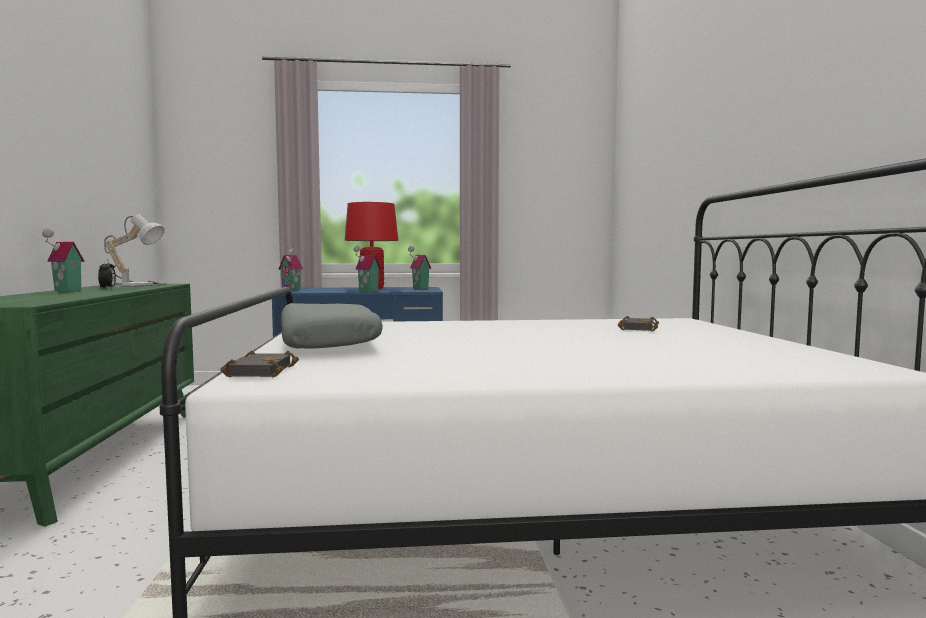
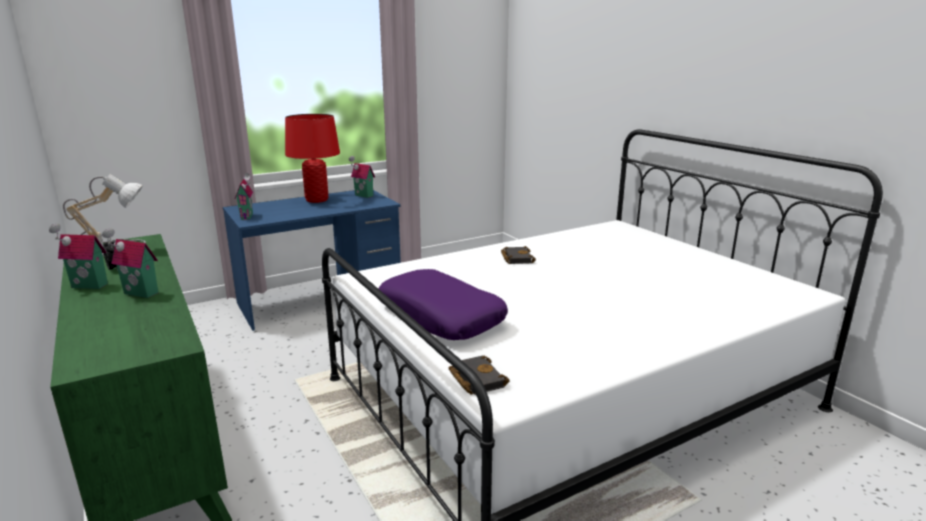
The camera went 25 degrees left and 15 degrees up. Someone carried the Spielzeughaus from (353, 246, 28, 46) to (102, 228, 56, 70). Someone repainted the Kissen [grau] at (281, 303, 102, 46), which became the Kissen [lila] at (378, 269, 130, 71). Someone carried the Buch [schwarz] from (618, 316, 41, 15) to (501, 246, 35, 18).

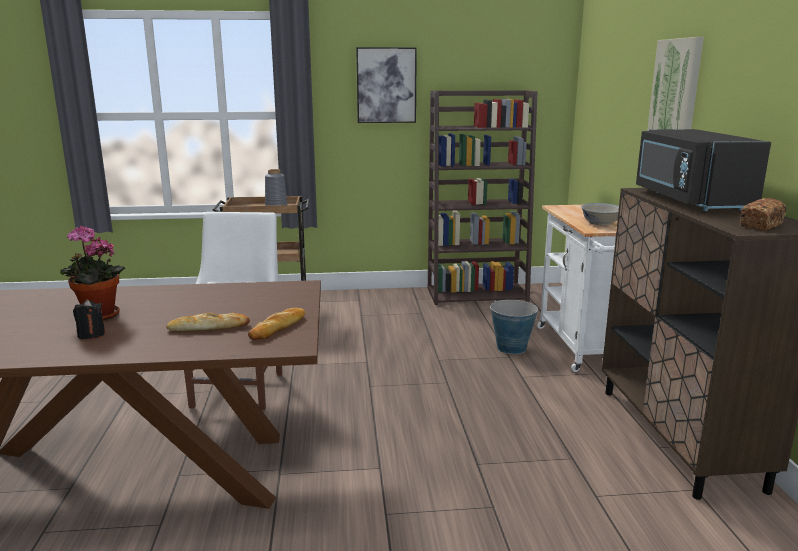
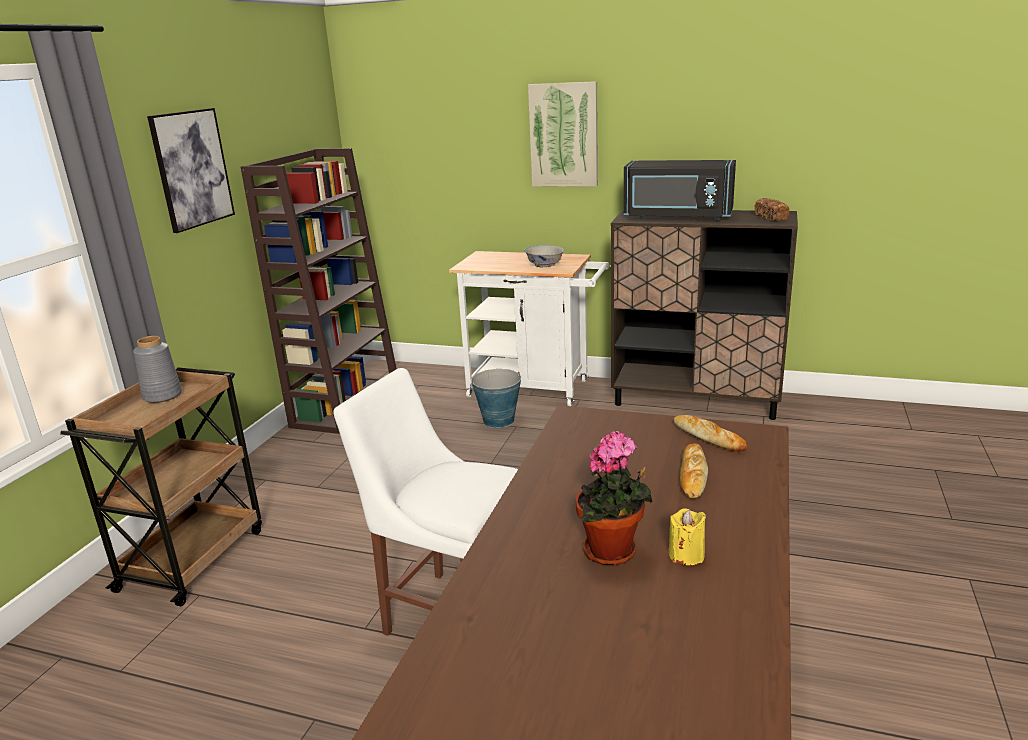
The camera went 65 degrees left and 5 degrees up. Someone repainted the Kerze [schwarz] at (73, 299, 32, 40), which became the Kerze [gelb] at (669, 508, 37, 57).

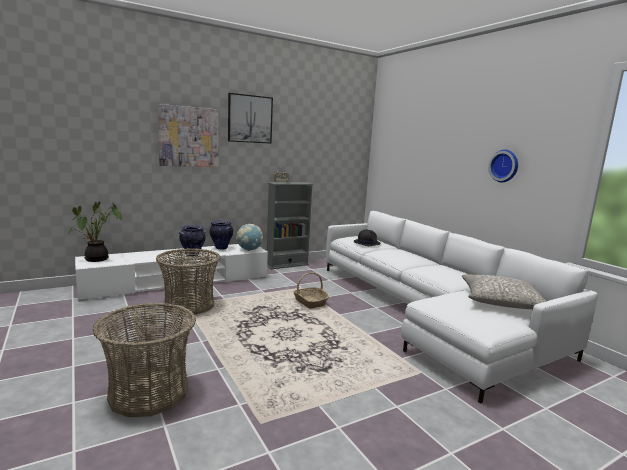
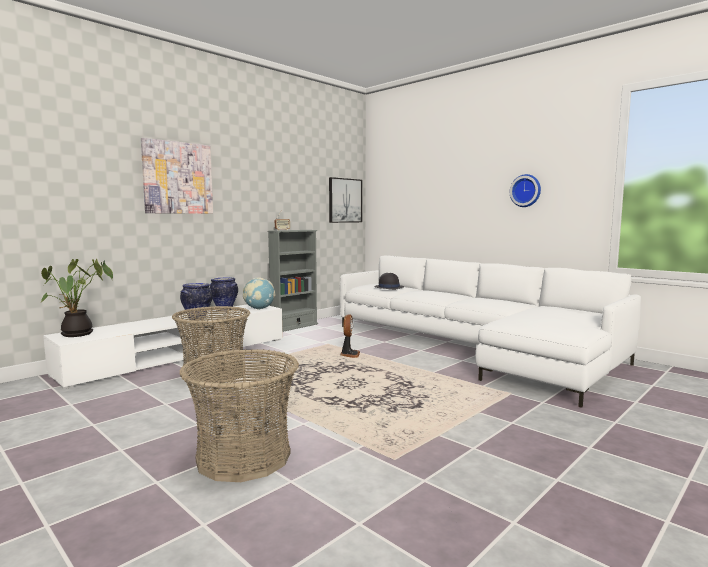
The camera went 15 degrees left and 5 degrees down. Someone carried the Bild from (228, 93, 45, 51) to (329, 177, 33, 46). Someone swapped the Korb at (293, 273, 36, 35) for the Ventilator at (340, 314, 20, 44). Someone took away the Kissen [grau] at (462, 275, 86, 34).

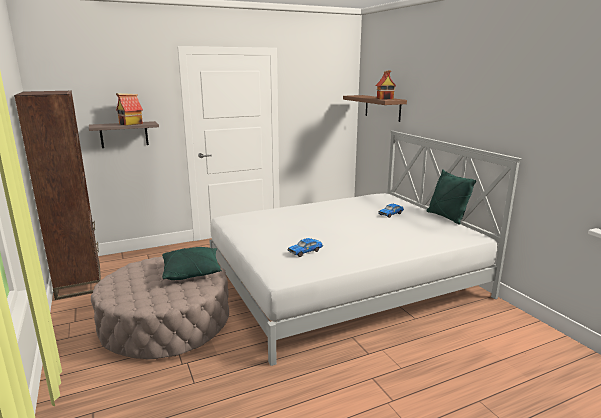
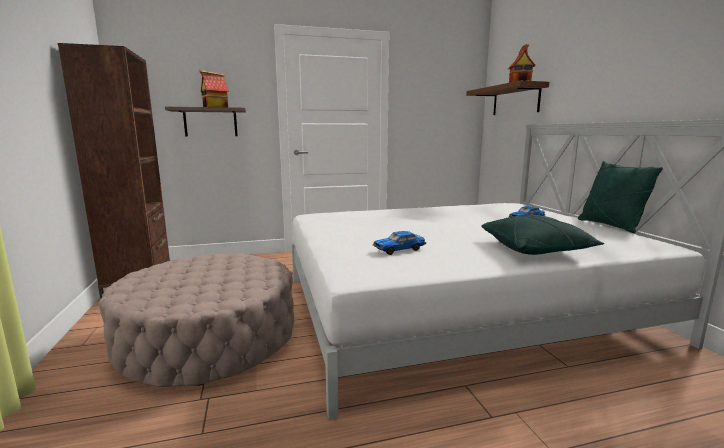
The camera went 10 degrees right and 5 degrees down. Someone carried the Kissen [grün] from (162, 247, 60, 33) to (481, 215, 123, 40).

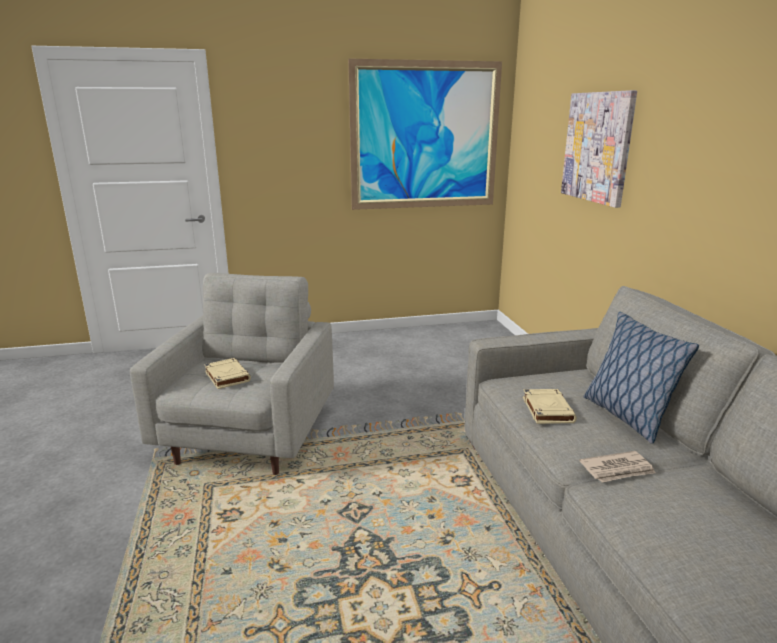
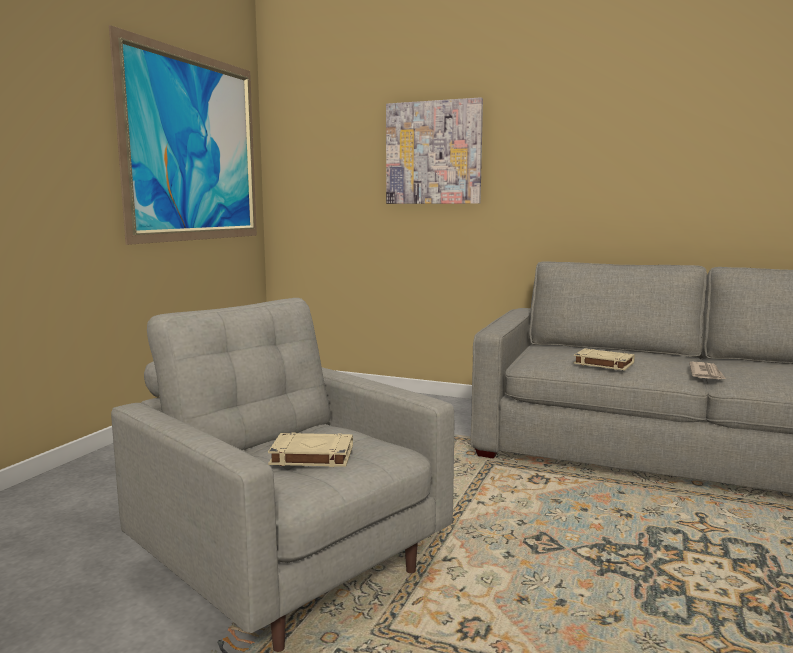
The camera went 55 degrees left and 10 degrees down. Someone took away the Kissen at (584, 312, 115, 132).

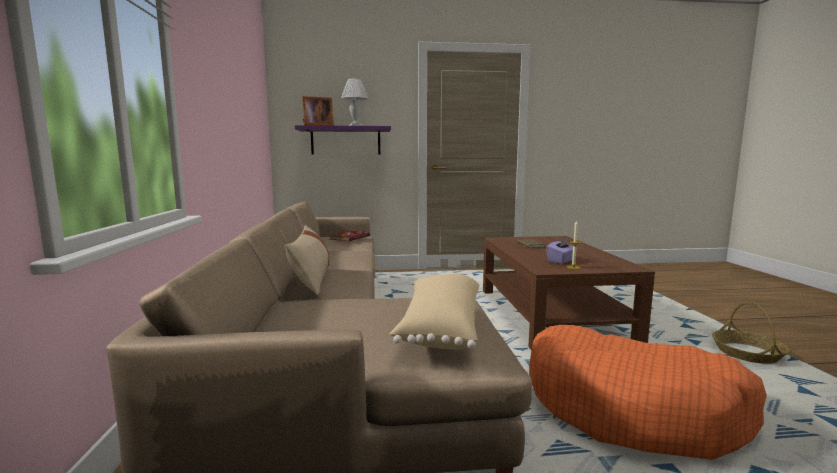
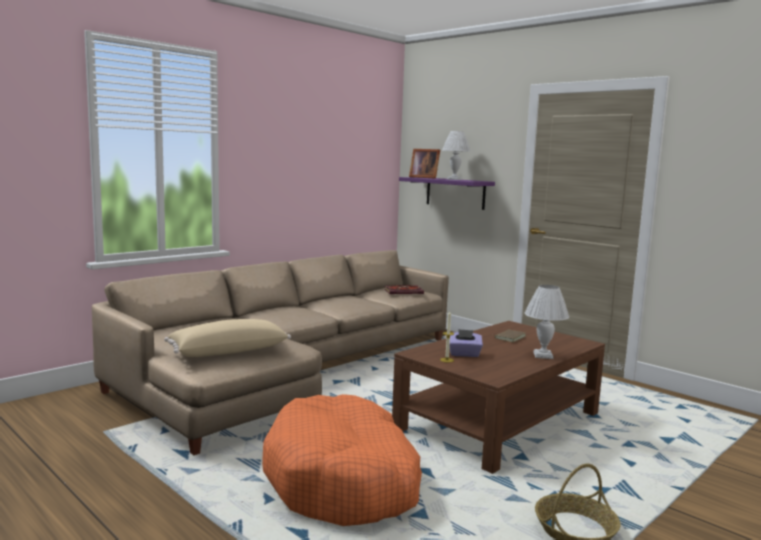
The camera went 50 degrees right and 0 degrees up. Someone took away the Kissen [beige] at (285, 225, 46, 70). Someone put down the Tischlampe [weiß] at (525, 285, 44, 74).

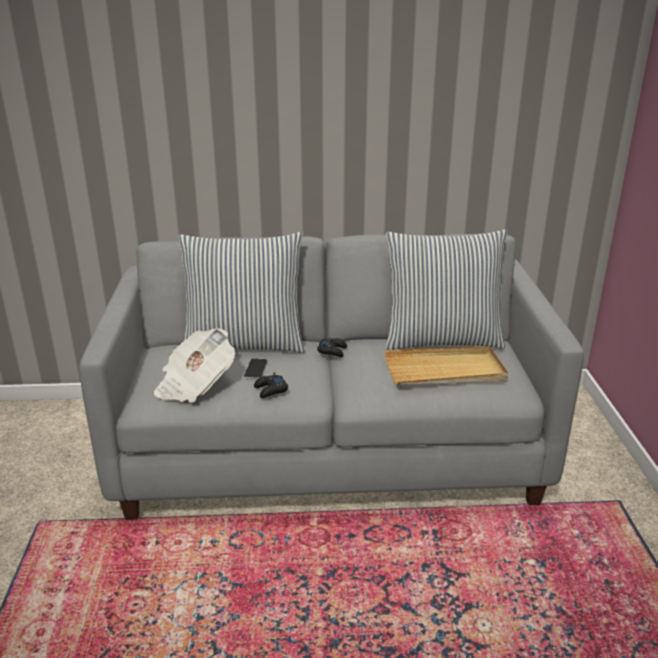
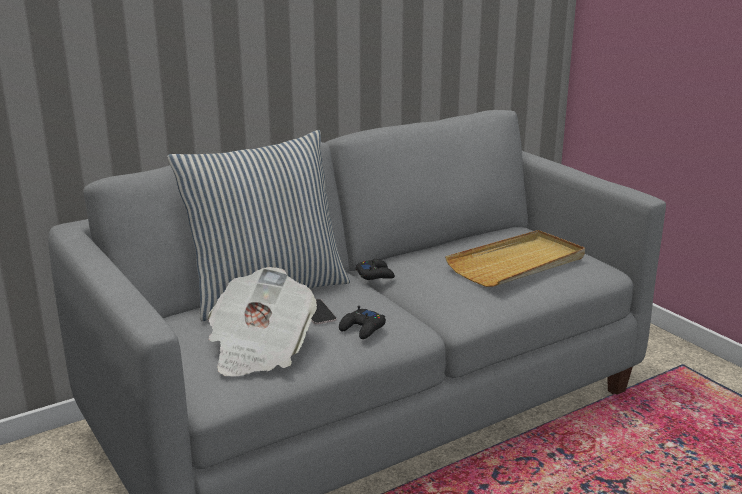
The camera went 30 degrees left and 5 degrees down. Someone took away the Kissen at (385, 229, 122, 121).

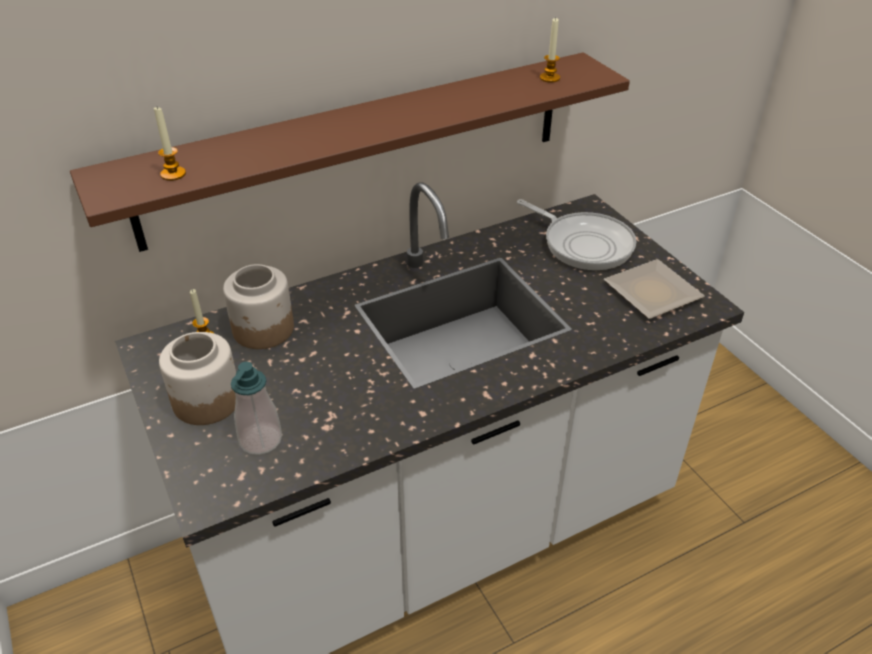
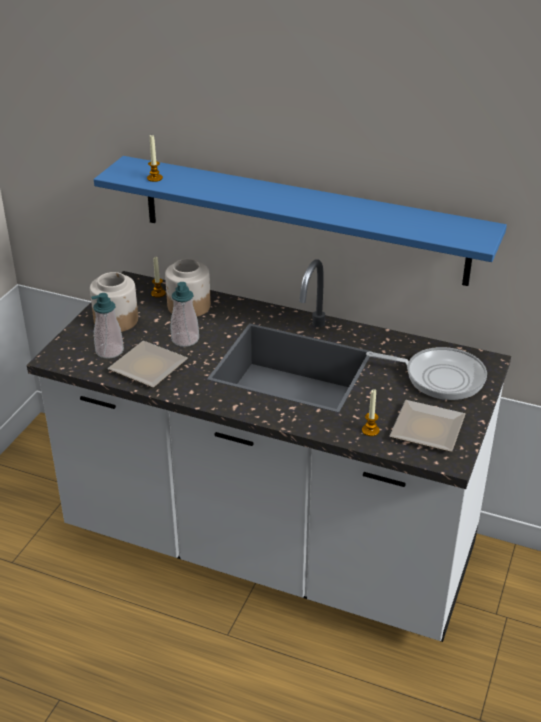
The camera went 50 degrees right and 5 degrees down. Someone carried the Kerze from (540, 18, 20, 65) to (362, 389, 18, 47). Someone repainted the Wandregal [braun] at (70, 52, 560, 200), which became the Wandregal [blau] at (94, 156, 413, 130). Someone rotated the Pfanne at (517, 199, 119, 71) by 75 degrees counterclockwise. Someone put down the Seifenspender at (171, 282, 28, 65). Someone put down the Teller at (108, 341, 80, 47).

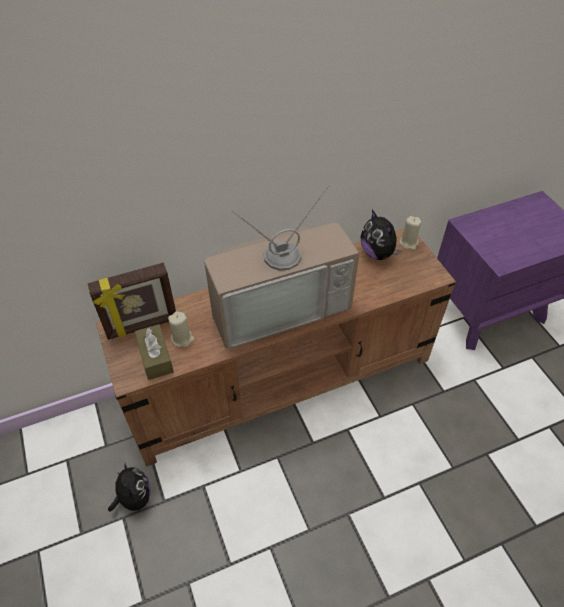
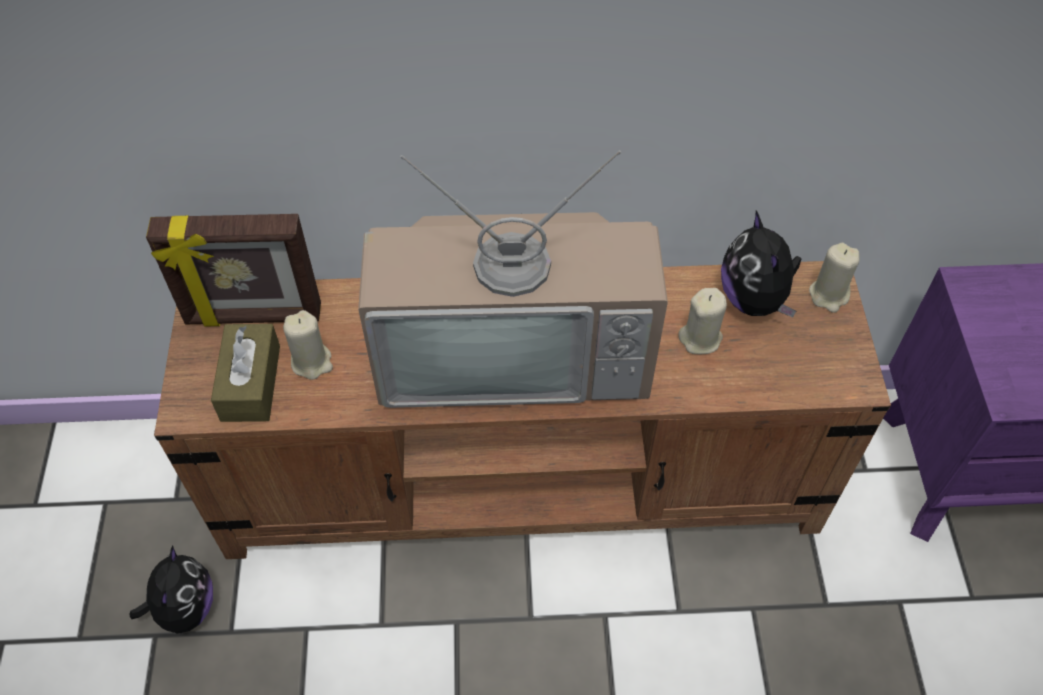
The camera went 20 degrees right and 5 degrees up. Someone put down the Kerze [beige] at (678, 288, 49, 66).

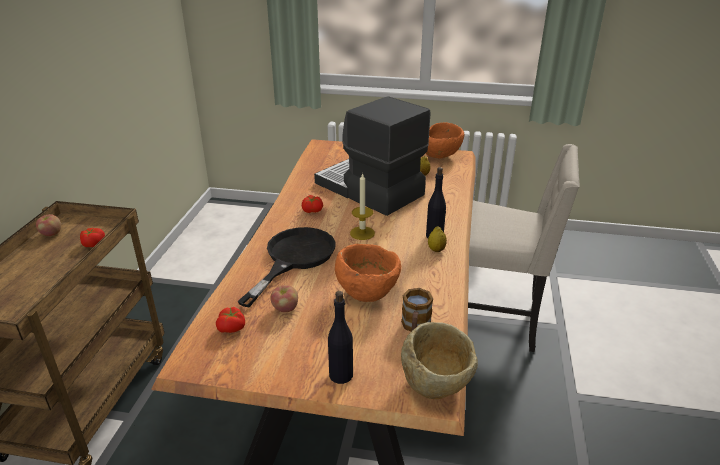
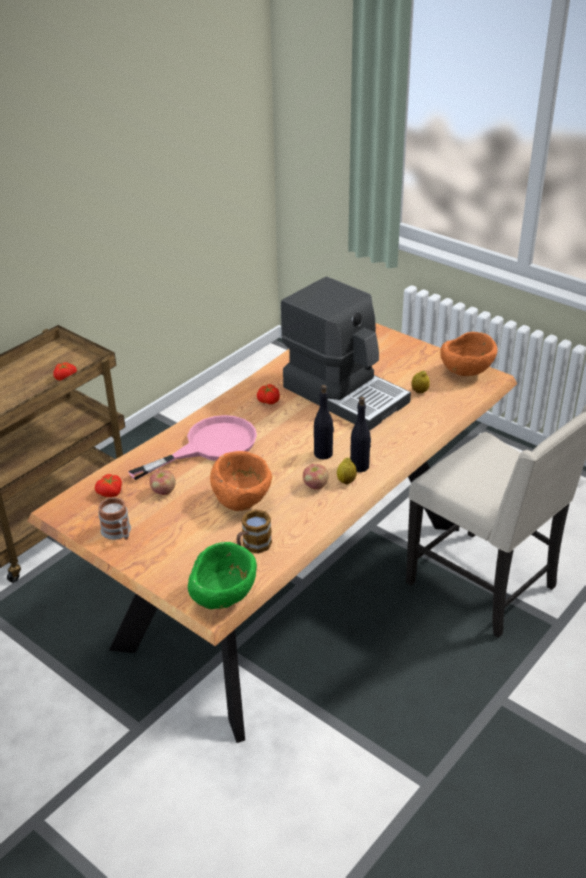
The camera went 30 degrees right and 5 degrees up. Someone rotated the Kaffeemaschine at (314, 96, 116, 120) by 150 degrees clockwise. Someone took away the Kerze at (350, 173, 25, 67). Someone carried the Apfel from (36, 214, 25, 22) to (303, 464, 26, 26). Someone repainted the Pfanne [schwarz] at (237, 227, 98, 81), which became the Pfanne [rosa] at (128, 415, 129, 65). Someone carried the Flasche [schwarz] from (328, 291, 25, 93) to (314, 385, 20, 75). Someone repainted the Schüssel [beige] at (401, 322, 77, 77), which became the Schüssel [grün] at (188, 542, 69, 67). Someone put down the Henkelbecher at (98, 497, 33, 43).

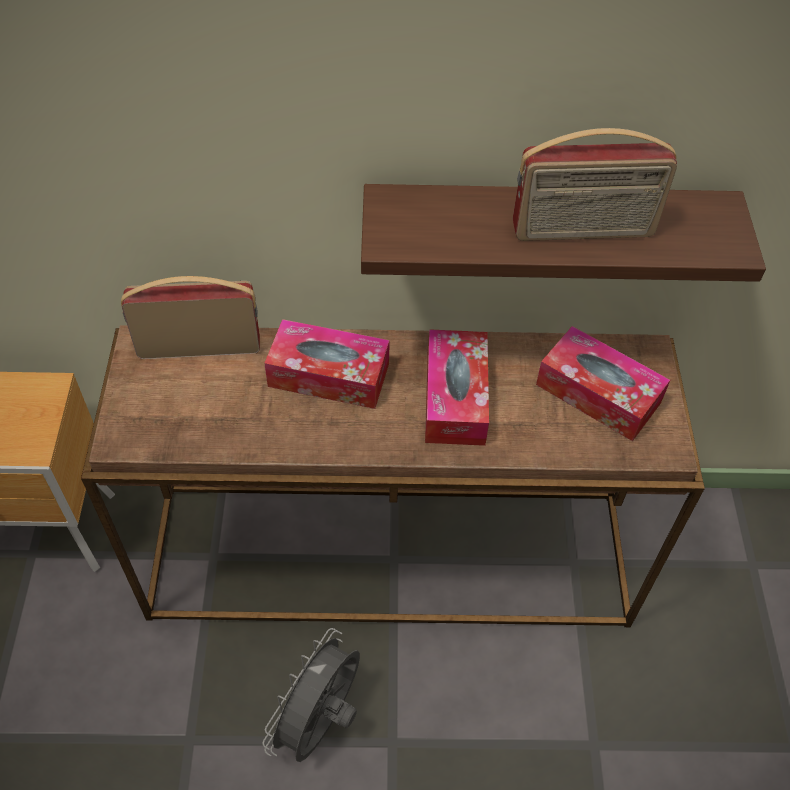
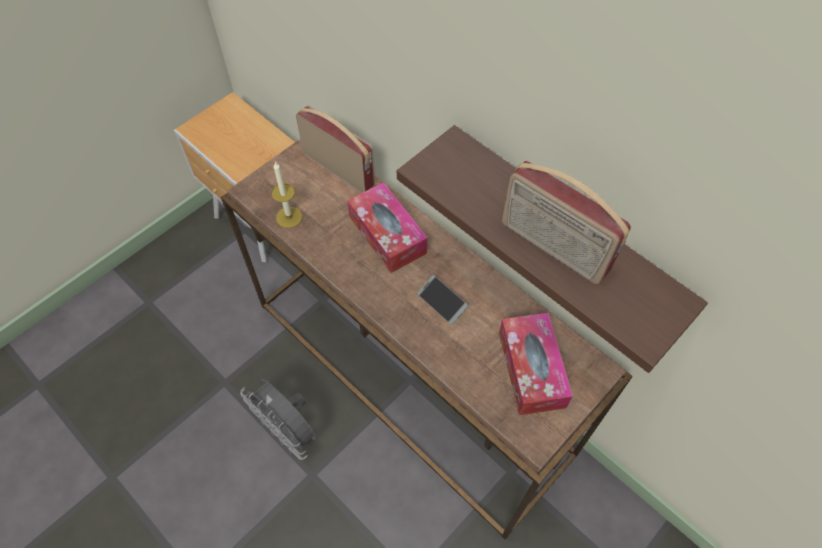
The camera went 45 degrees right and 5 degrees up. Someone swapped the Taschentuchbox at (425, 329, 64, 117) for the Handy at (417, 275, 51, 49). Someone rotated the Ventilator [grau] at (262, 628, 98, 134) by 120 degrees counterclockwise. Someone put down the Kerze at (271, 162, 31, 66).

